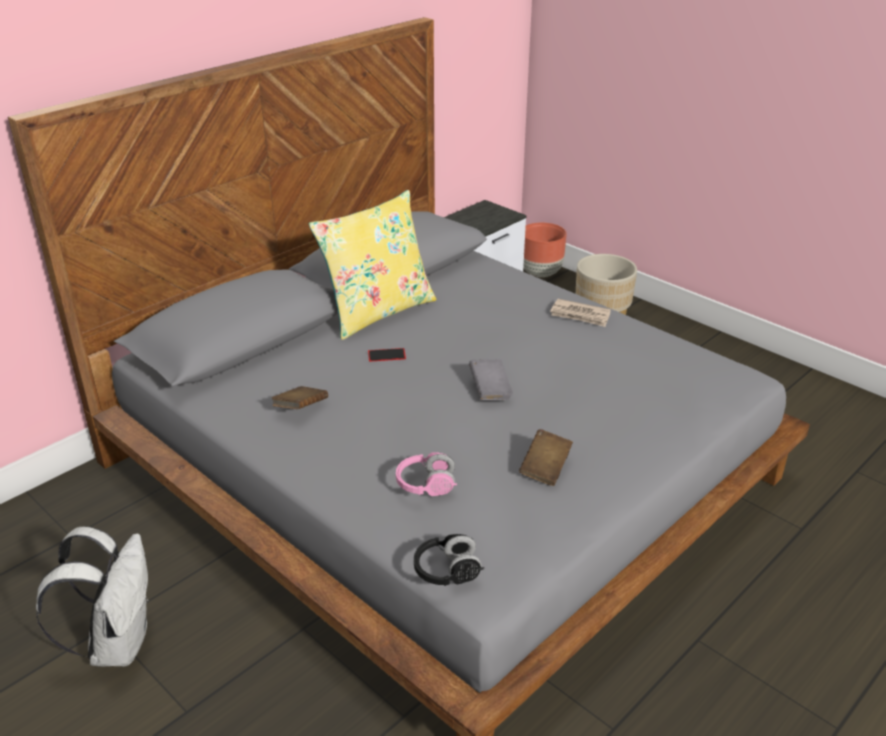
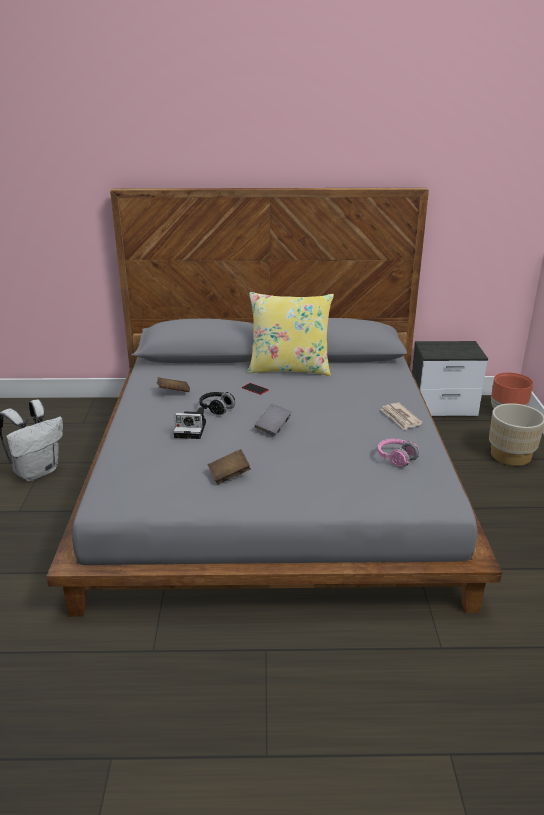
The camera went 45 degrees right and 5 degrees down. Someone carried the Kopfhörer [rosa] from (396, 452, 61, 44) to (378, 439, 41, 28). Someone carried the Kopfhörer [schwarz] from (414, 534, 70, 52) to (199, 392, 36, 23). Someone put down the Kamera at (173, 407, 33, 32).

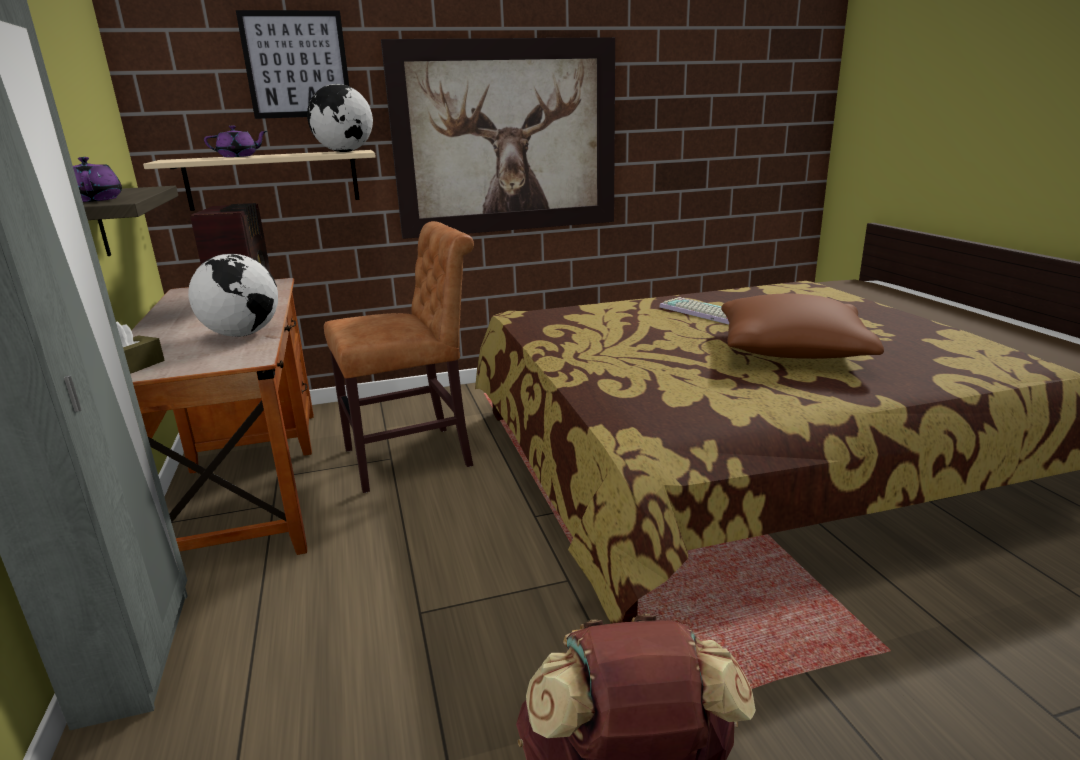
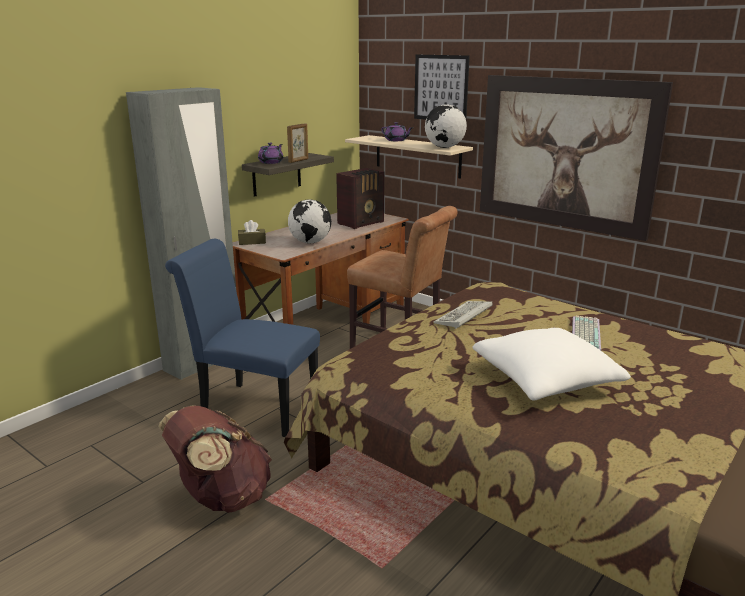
The camera went 55 degrees right and 0 degrees up. Someone repainted the Kissen [braun] at (721, 294, 163, 65), which became the Kissen [weiß] at (472, 328, 159, 73). Someone put down the Bilderrahmen at (287, 123, 21, 40). Someone put down the Stuhl [blau] at (165, 239, 155, 198). Someone put down the Tastatur at (434, 301, 59, 28).

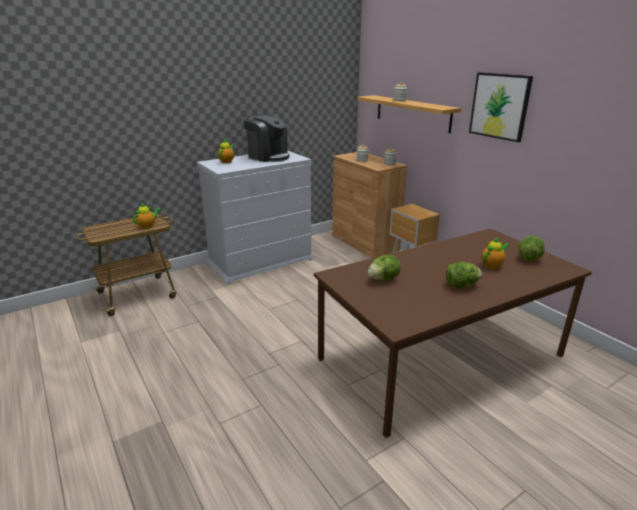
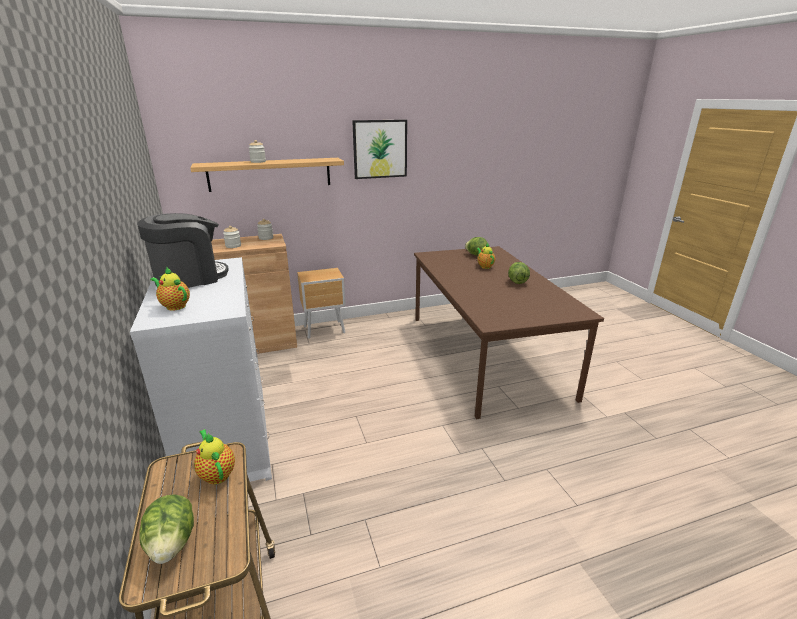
The camera went 75 degrees left and 0 degrees up. Someone carried the Salatkopf from (368, 255, 33, 26) to (139, 494, 55, 70).

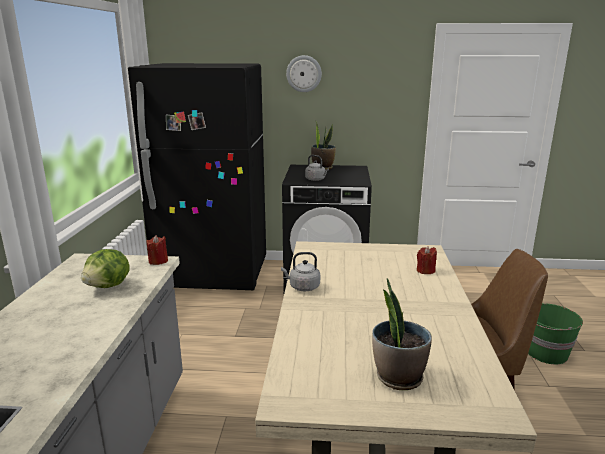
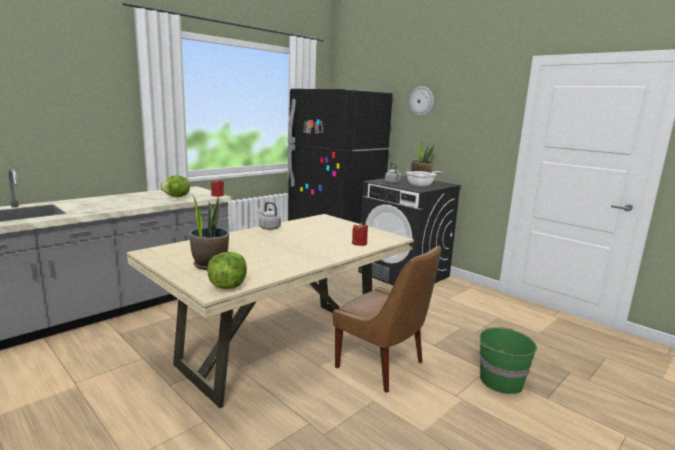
The camera went 40 degrees right and 5 degrees down. Someone put down the Pfanne at (406, 171, 38, 16). Someone put down the Salatkopf at (207, 252, 40, 37).

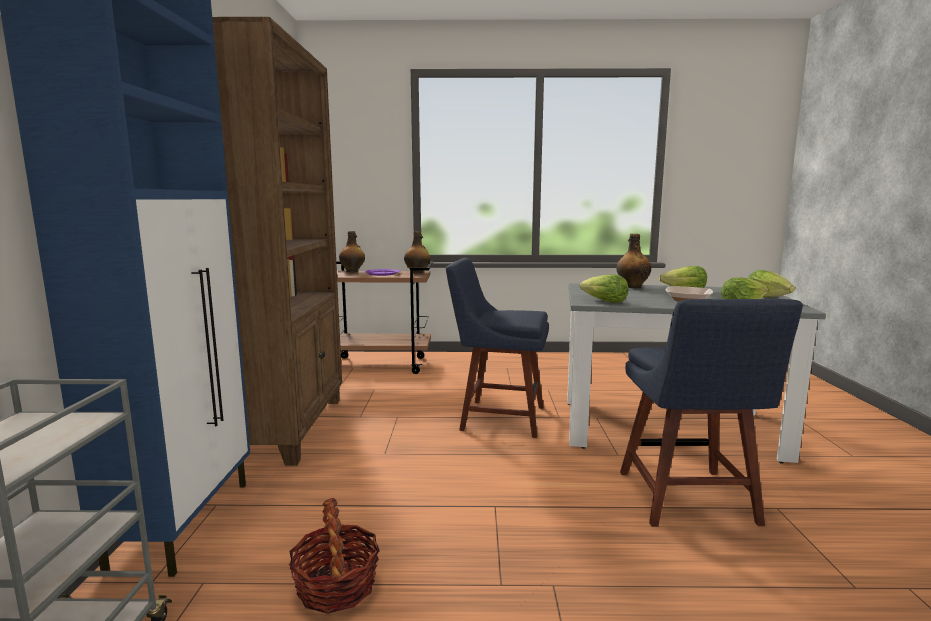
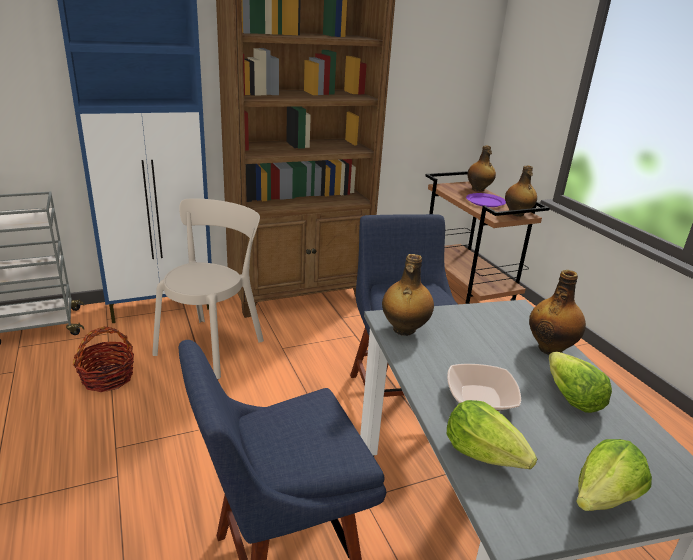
The camera went 65 degrees right and 15 degrees up. Someone swapped the Salatkopf at (580, 274, 48, 29) for the Flasche at (382, 254, 52, 82). Someone put down the Stuhl [beige] at (152, 198, 112, 181).

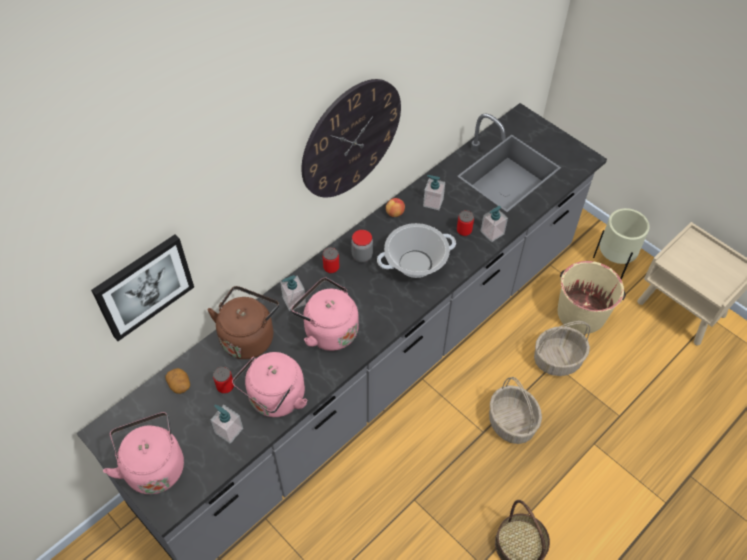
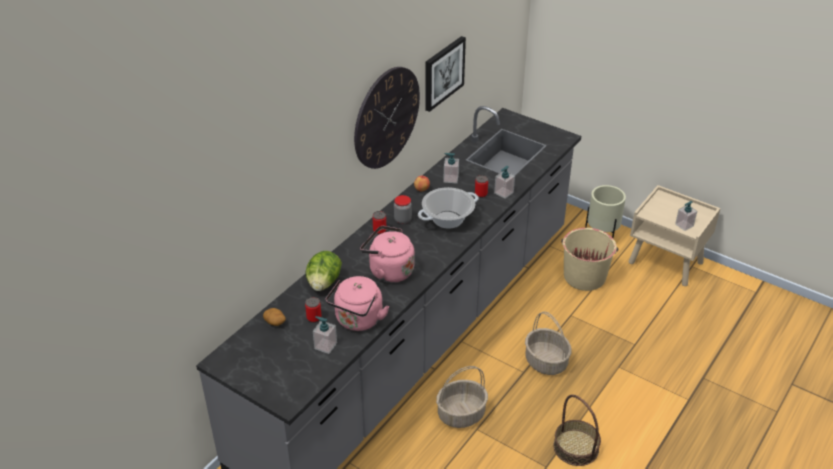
The camera went 10 degrees left and 15 degrees down. Someone carried the Bild from (91, 234, 103, 107) to (425, 36, 41, 76). Someone carried the Seifenspender from (280, 275, 26, 36) to (675, 201, 22, 30). Someone swapped the Wasserkessel [braun] at (208, 286, 71, 73) for the Salatkopf at (305, 251, 37, 40). Someone carried the Korb from (534, 321, 56, 55) to (436, 366, 52, 62). Someone took away the Wasserkessel [rosa] at (103, 412, 81, 82).

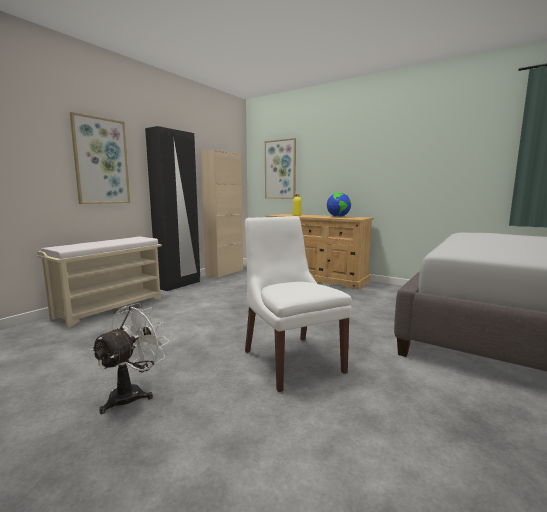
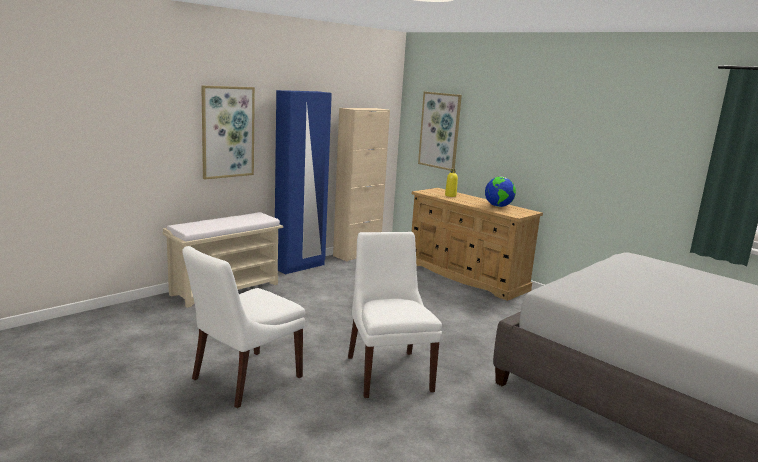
The camera went 10 degrees right and 5 degrees up. Someone repainted the Kleiderschrank [schwarz] at (145, 126, 55, 165), which became the Kleiderschrank [blau] at (275, 90, 57, 184). Someone swapped the Ventilator [weiß] at (90, 303, 79, 111) for the Stuhl [weiß] at (182, 246, 123, 162).

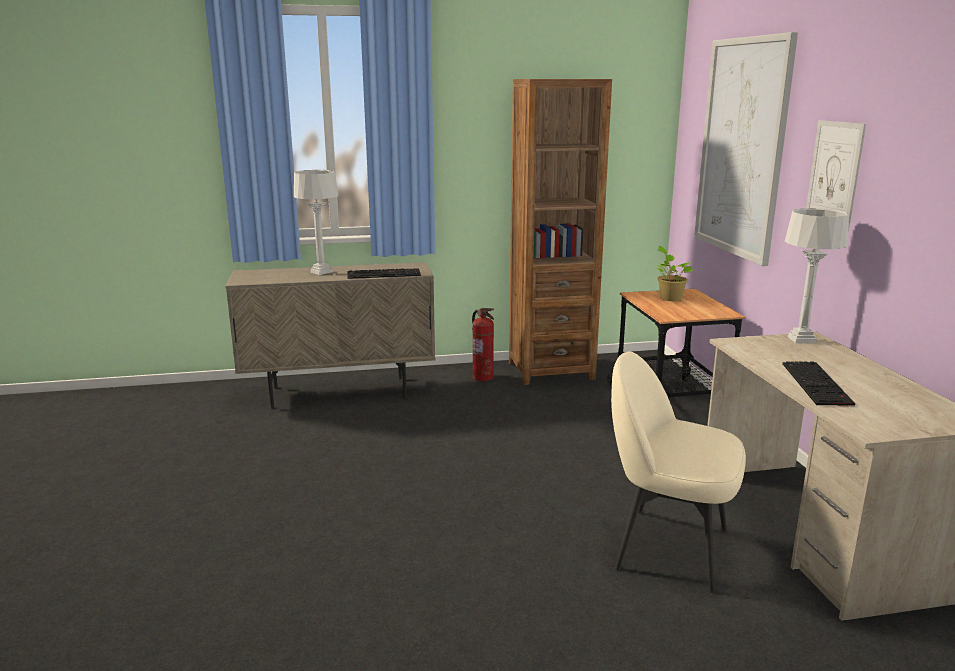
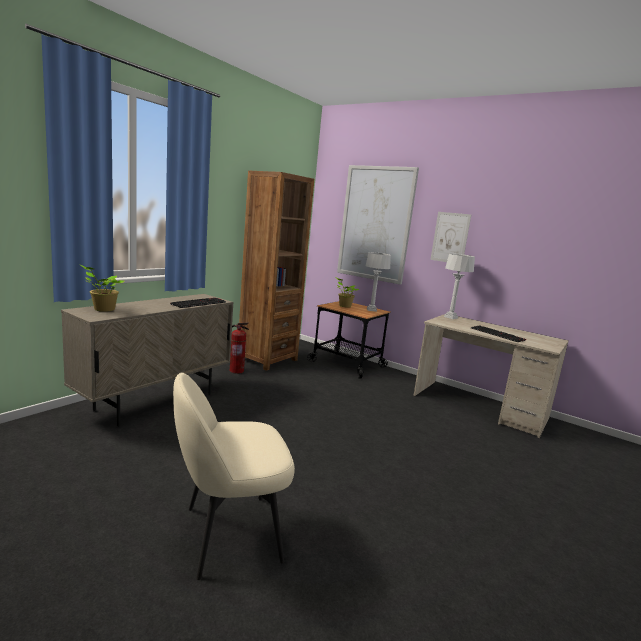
The camera went 45 degrees left and 5 degrees down. Someone carried the Tischlampe [grau] from (294, 170, 45, 105) to (366, 252, 25, 60). Someone carried the Stuhl [beige] from (611, 352, 135, 241) to (173, 372, 122, 208). Someone put down the Topfpflanze at (80, 265, 44, 47).

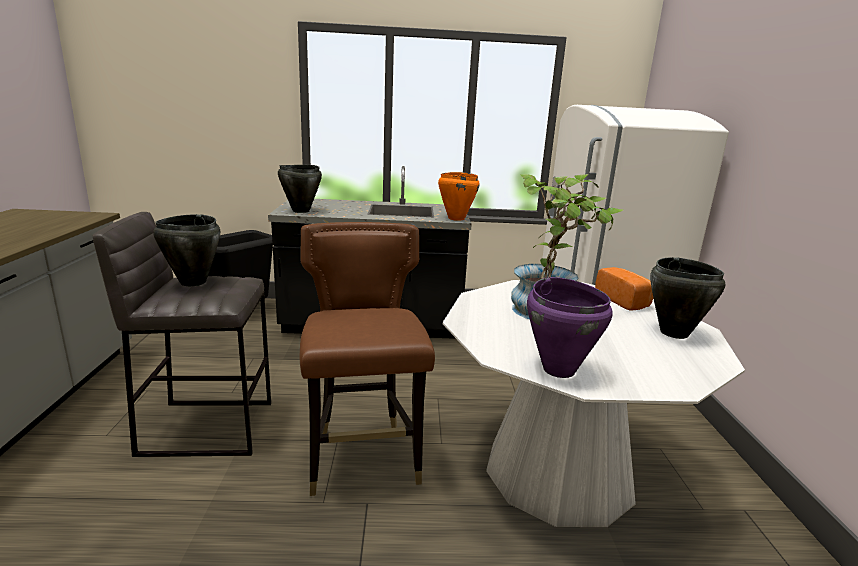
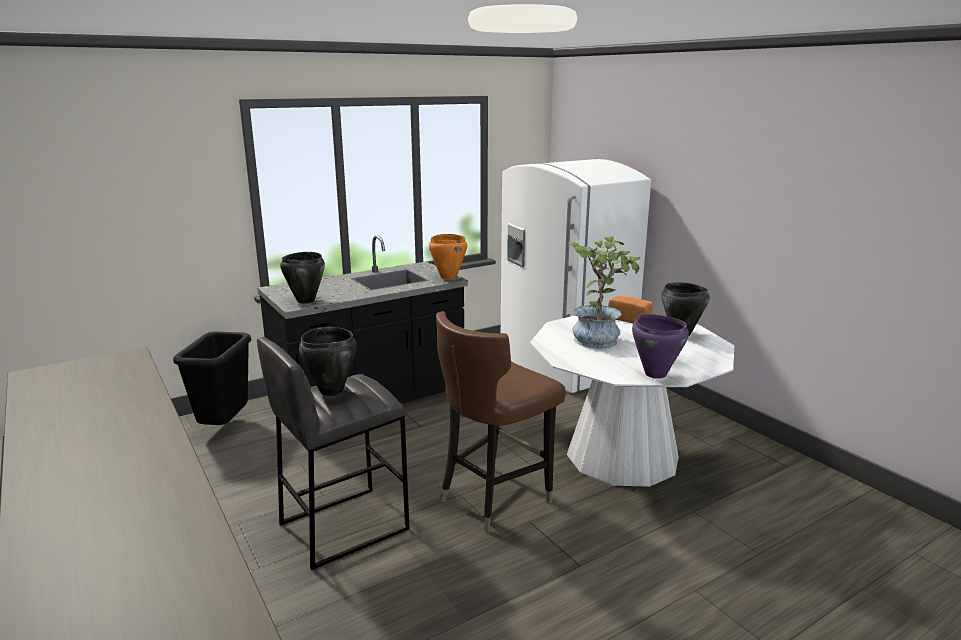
The camera went 30 degrees left and 0 degrees up. Someone rotated the Stuhl [braun] at (300, 222, 135, 274) by 90 degrees counterclockwise.

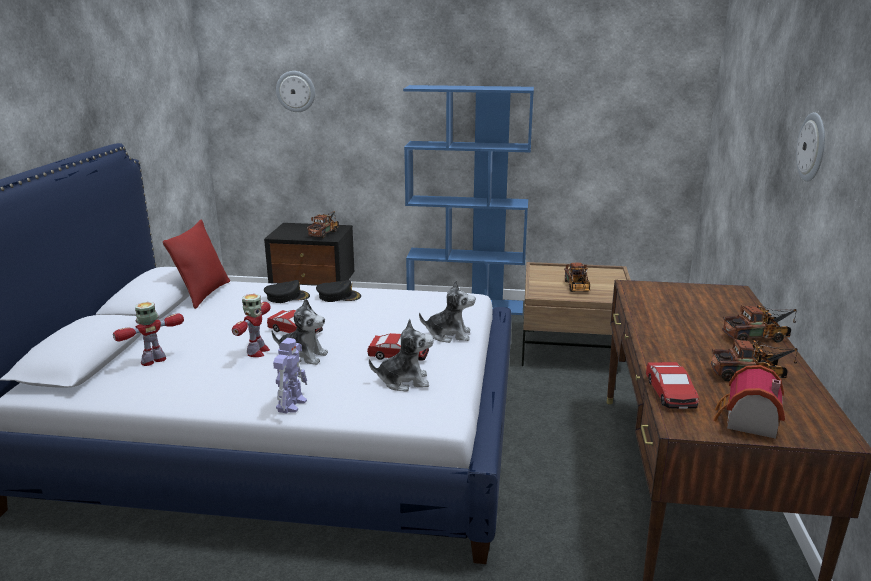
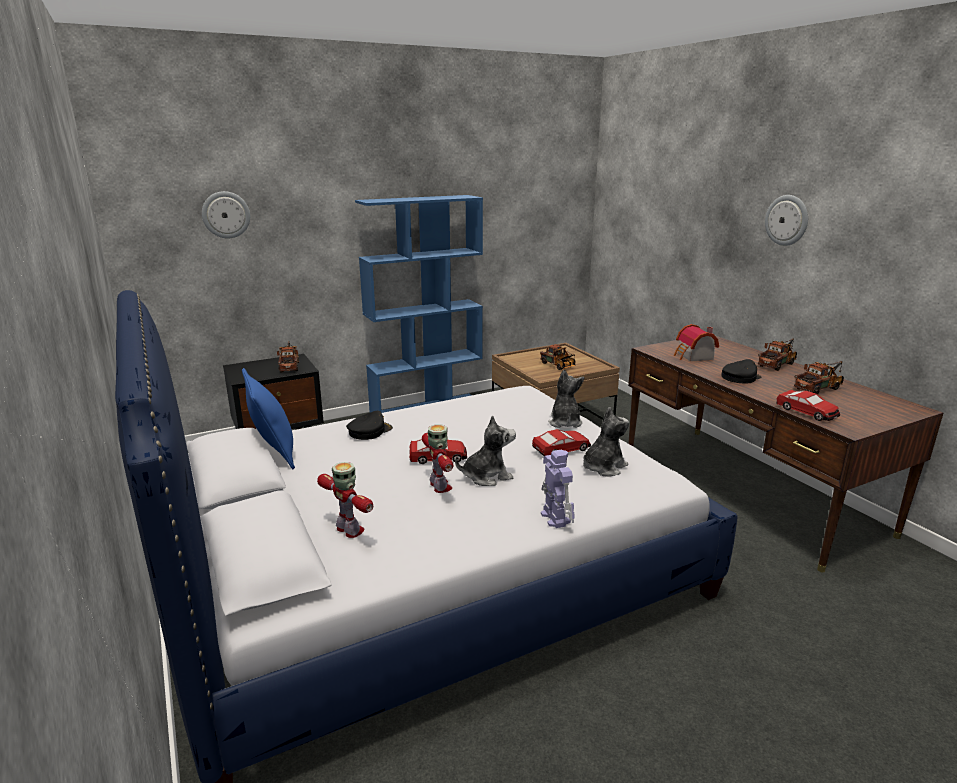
The camera went 35 degrees left and 0 degrees up. Someone repainted the Kissen [rot] at (163, 219, 67, 90), which became the Kissen [blau] at (242, 368, 53, 101). Someone carried the Kappe [schwarz] from (316, 280, 45, 22) to (721, 359, 40, 24). Someone rotated the Plüschtier at (419, 280, 56, 63) by 60 degrees counterclockwise. Someone rotated the Spielzeugroboter at (113, 302, 71, 64) by 120 degrees clockwise. Someone carried the Spielzeughaus from (713, 365, 72, 74) to (674, 324, 45, 37).

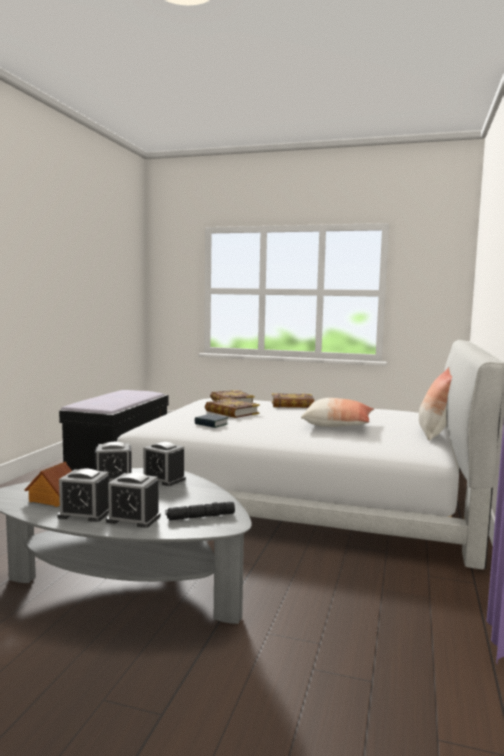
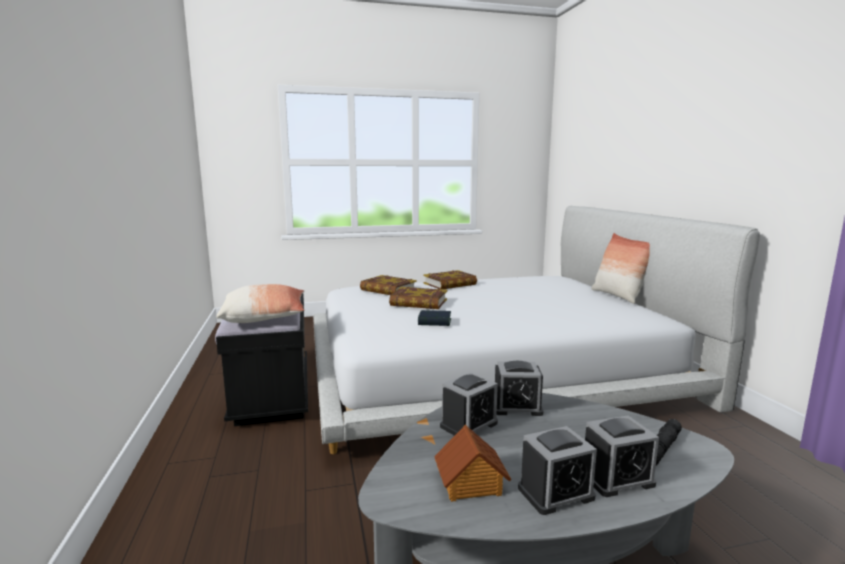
The camera went 30 degrees left and 5 degrees up. Someone carried the Kissen from (301, 398, 73, 29) to (216, 284, 88, 39).

